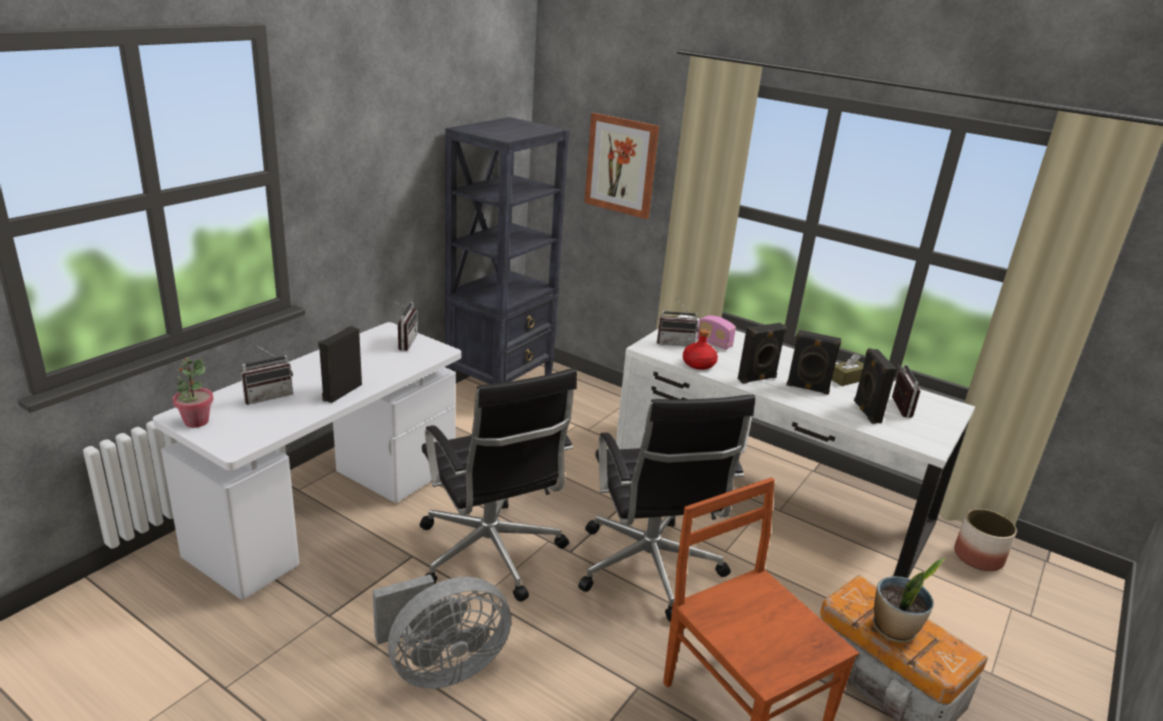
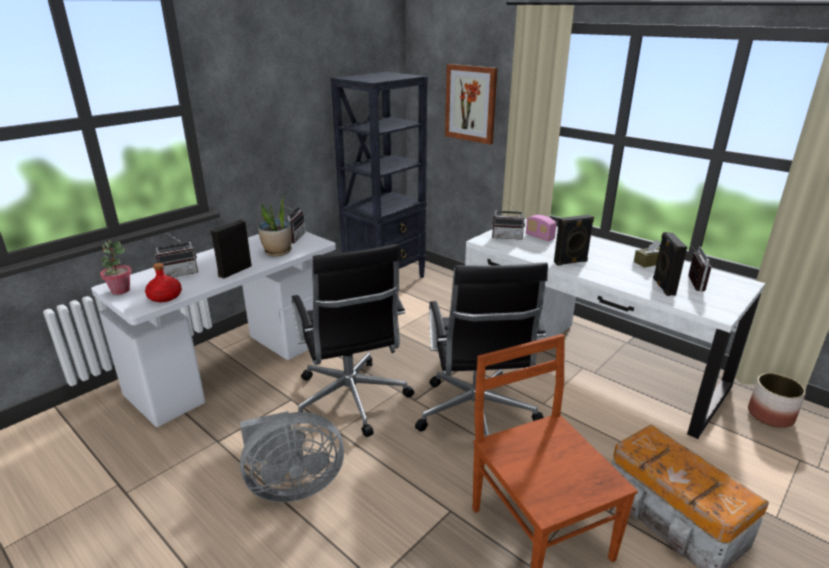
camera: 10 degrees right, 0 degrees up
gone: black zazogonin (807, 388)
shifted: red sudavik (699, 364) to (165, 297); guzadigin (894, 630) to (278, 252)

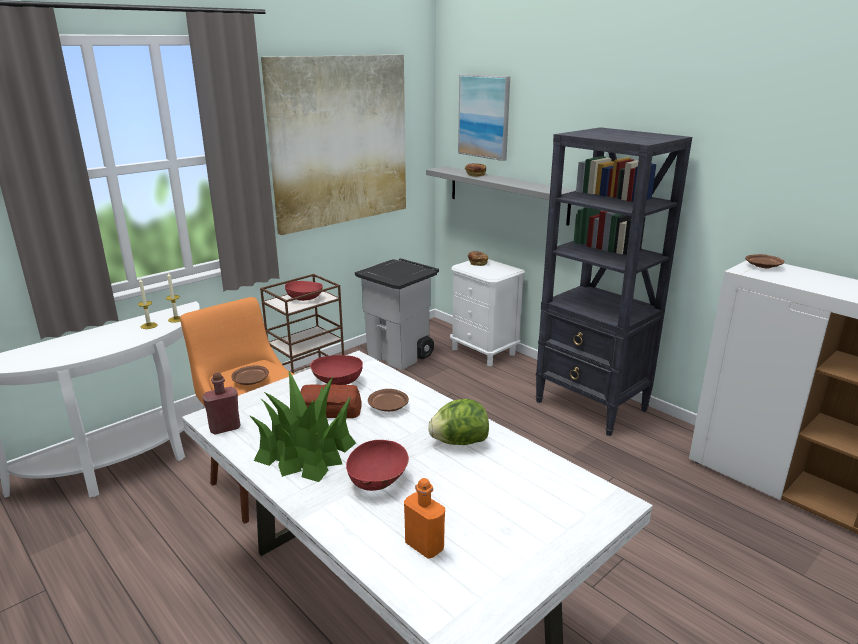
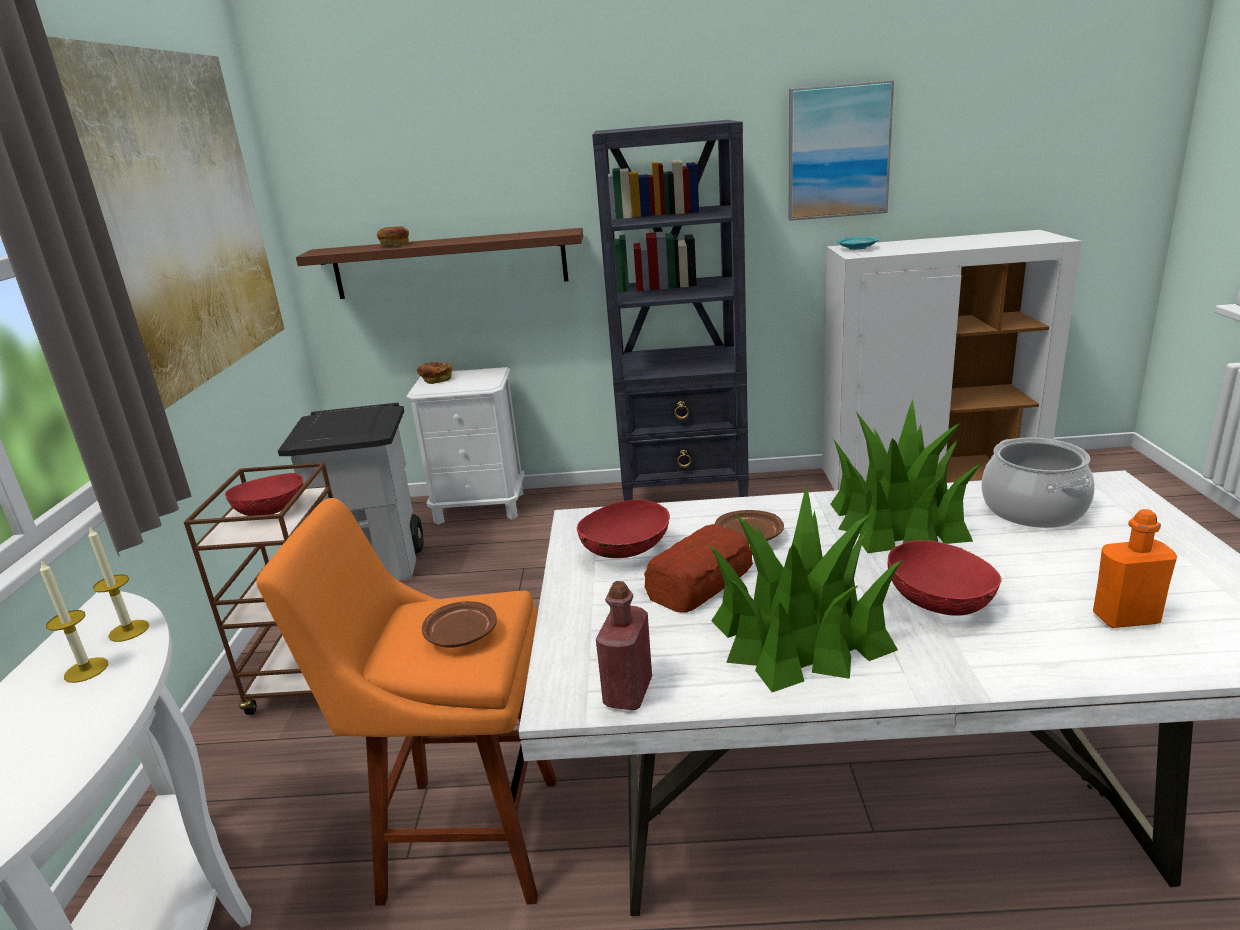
camera: 45 degrees left, 0 degrees up
new: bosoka (1034, 509)
shifted: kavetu (484, 116) to (838, 152)
swapped: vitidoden (459, 442) to guzadigin (898, 521)
repainted: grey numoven (507, 194) to brown numoven (450, 264); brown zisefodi (763, 266) to turquoise zisefodi (857, 248)

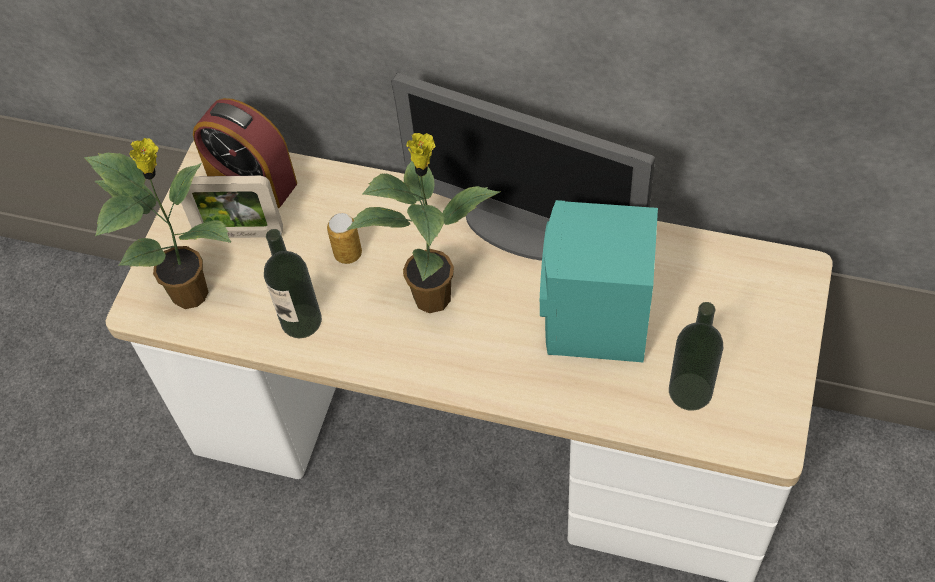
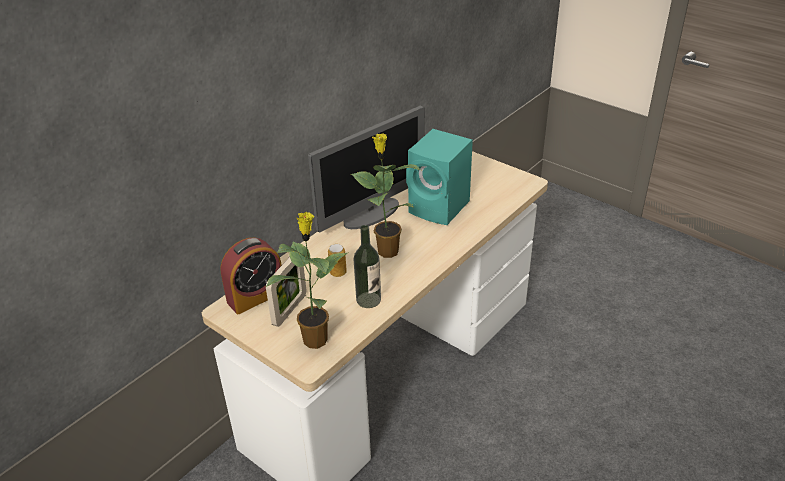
camera: 70 degrees left, 20 degrees down
gone: sudavik (690, 391)

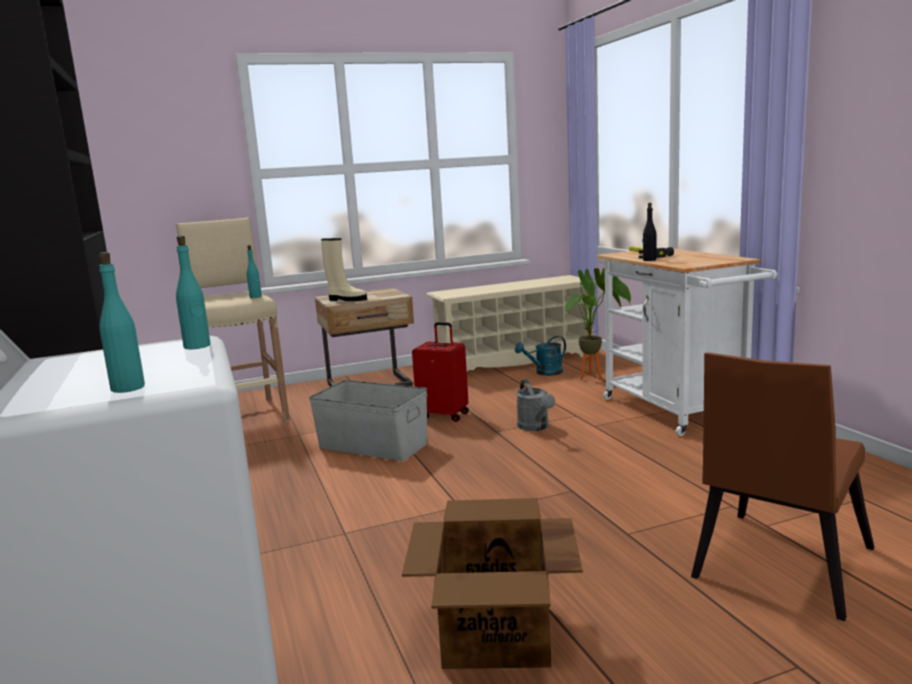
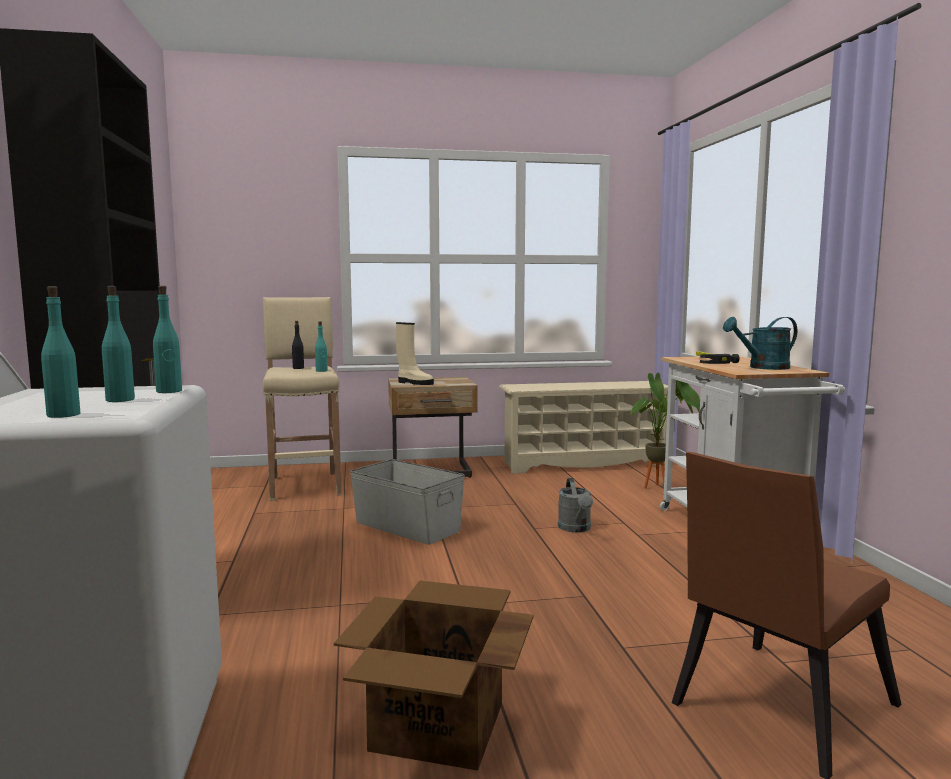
camera: 10 degrees right, 5 degrees down
gone: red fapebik (444, 415)
new: turquoise sudavik (120, 400)
shifted: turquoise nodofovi (544, 373) to (763, 367); black sudavik (649, 260) to (298, 368)

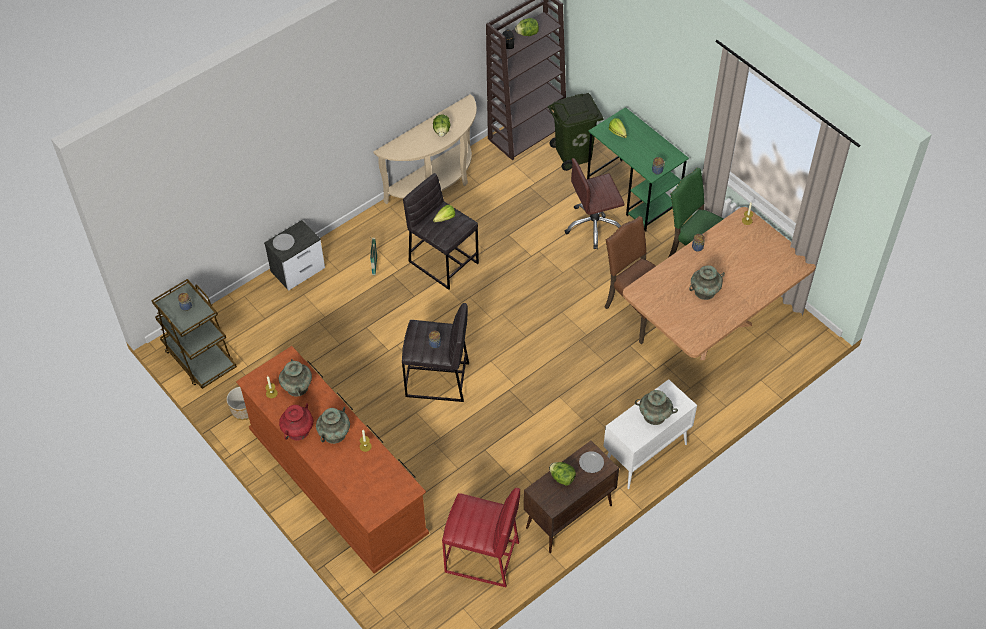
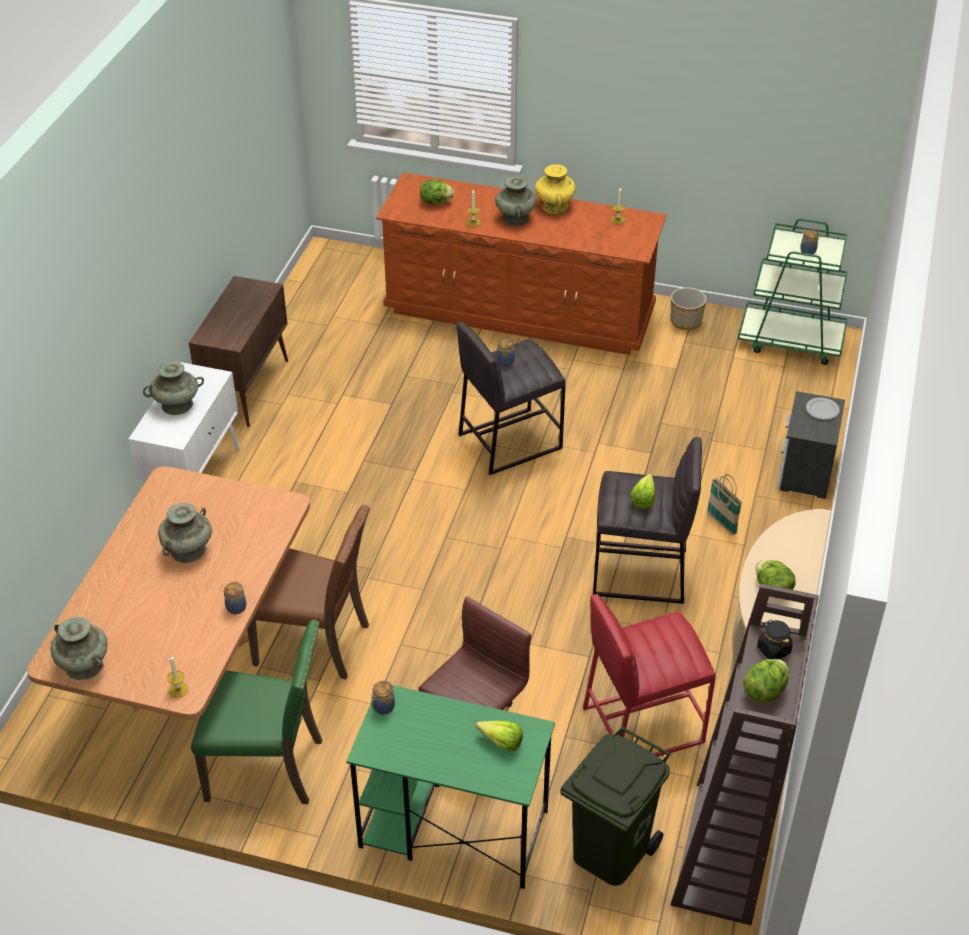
camera: 145 degrees right, 10 degrees down
gone: zisefodi (591, 463)
shifted: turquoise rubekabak (297, 387) to (83, 665); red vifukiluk (482, 558) to (641, 724); vitidoden (562, 478) to (435, 202)
repainted: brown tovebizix (199, 358) to green tovebizix (791, 340); red rubekabak (298, 430) to yellow rubekabak (554, 206)

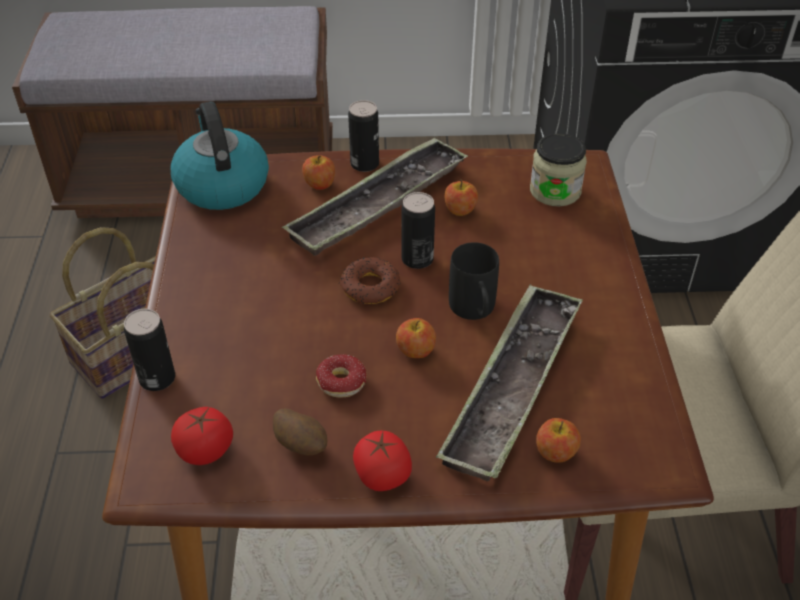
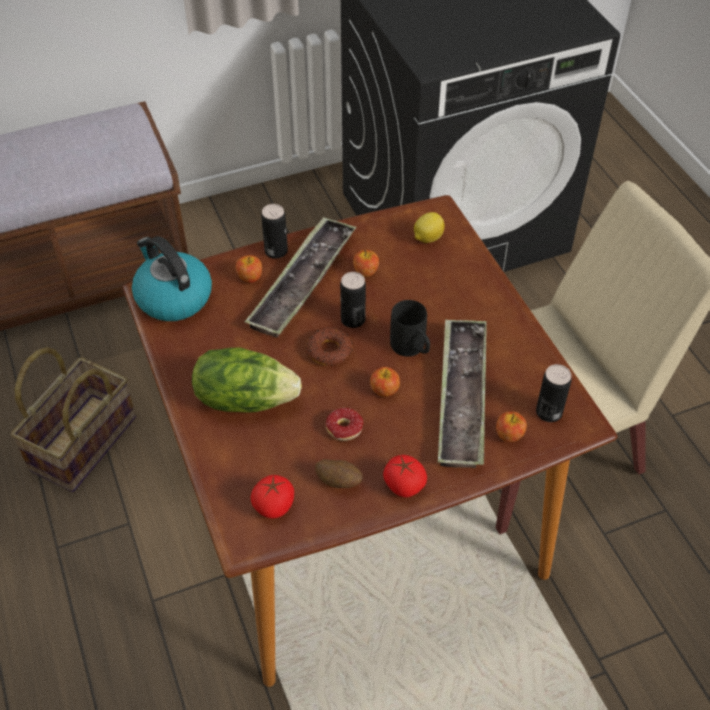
camera: 20 degrees left, 5 degrees up
new: vitidoden (245, 398)
shifted: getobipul (157, 378) to (549, 412)
swapped: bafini (555, 191) to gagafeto (427, 238)

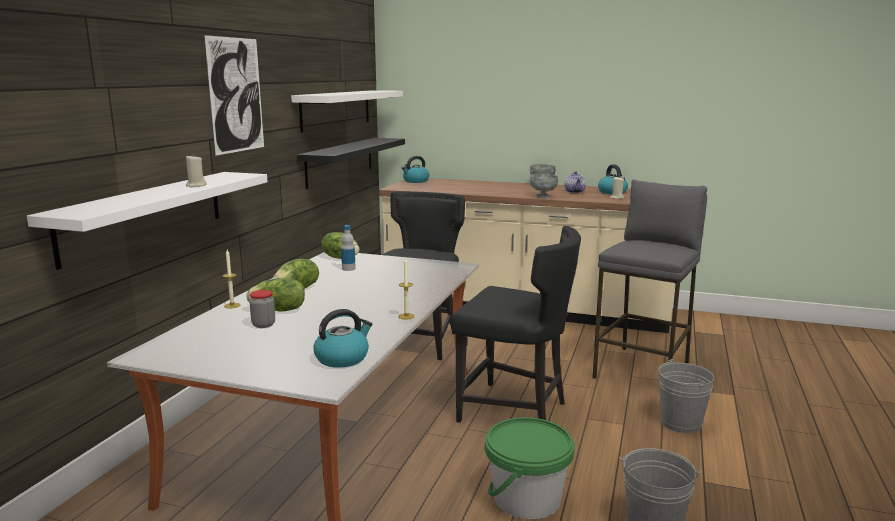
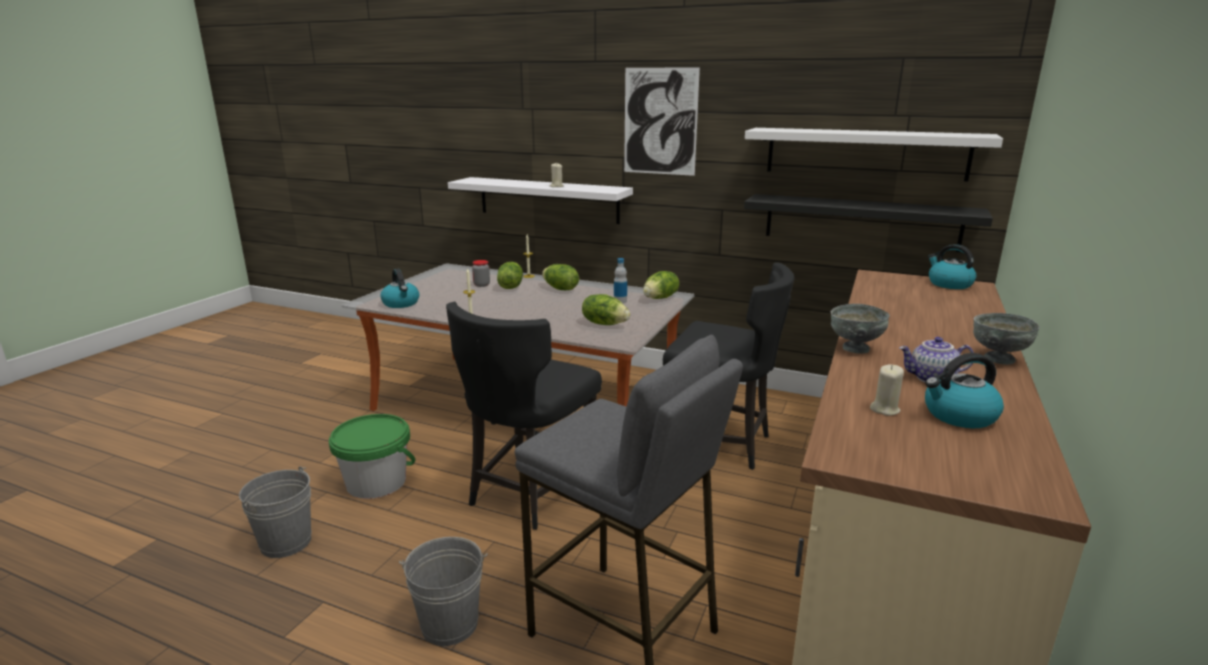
camera: 95 degrees right, 5 degrees up
new: vitidoden (605, 323)

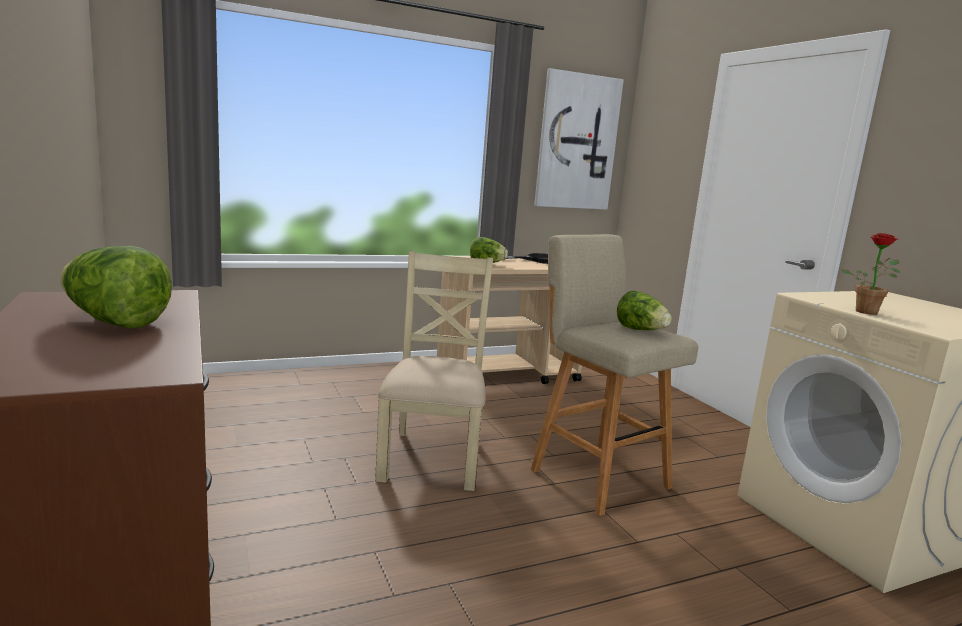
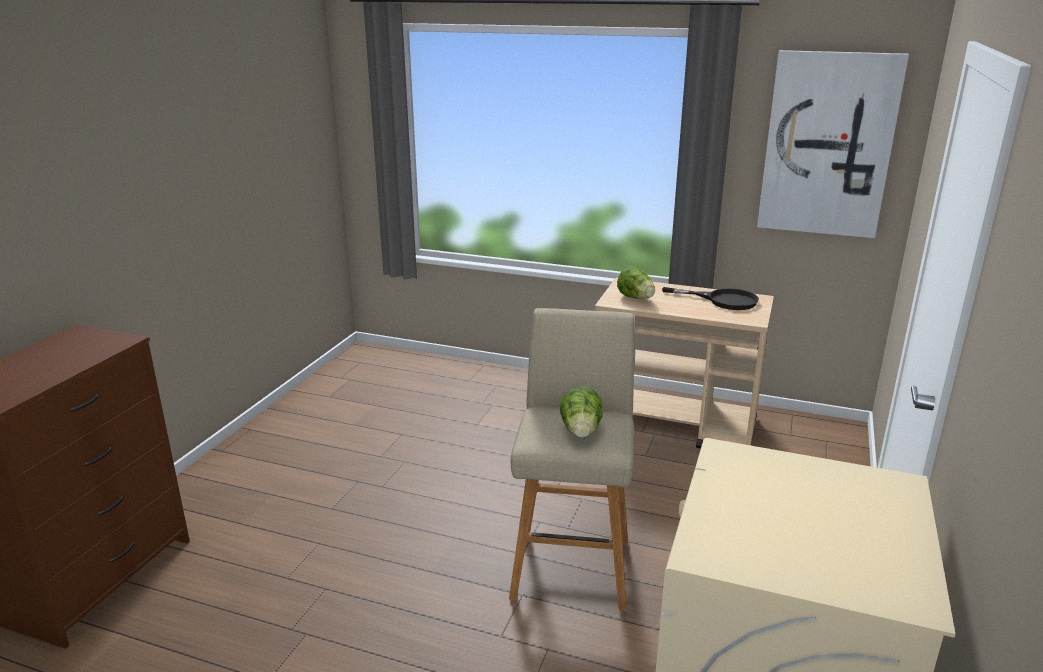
camera: 45 degrees right, 10 degrees up
gone: vitidoden (115, 322); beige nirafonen (432, 458); guzadigin (867, 311)

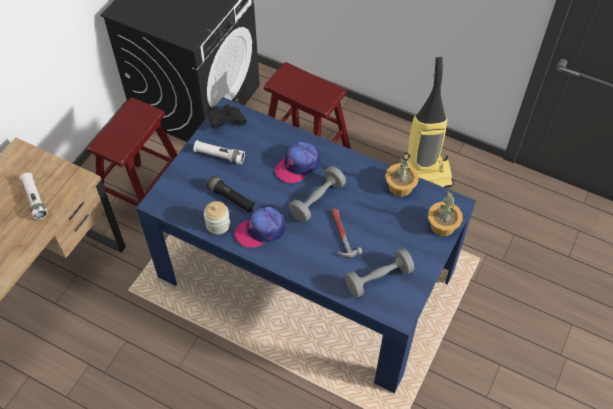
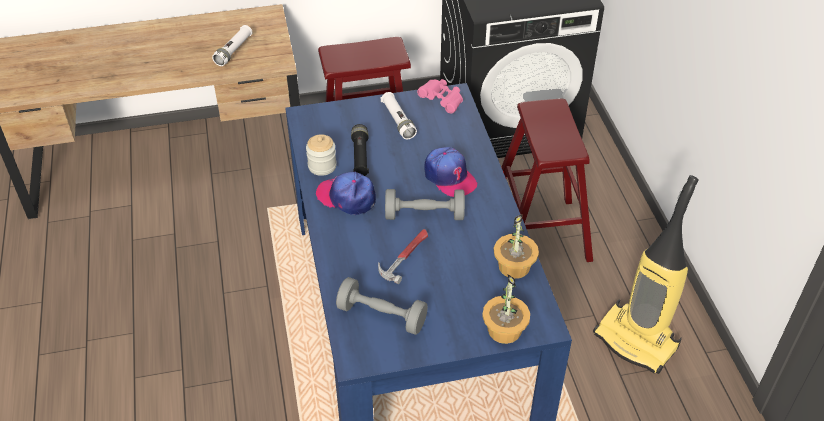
camera: 50 degrees right, 10 degrees down
repainted: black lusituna (226, 120) to pink lusituna (442, 101)
rotated: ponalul (298, 165) = (449, 177) 135 degrees counterclockwise

